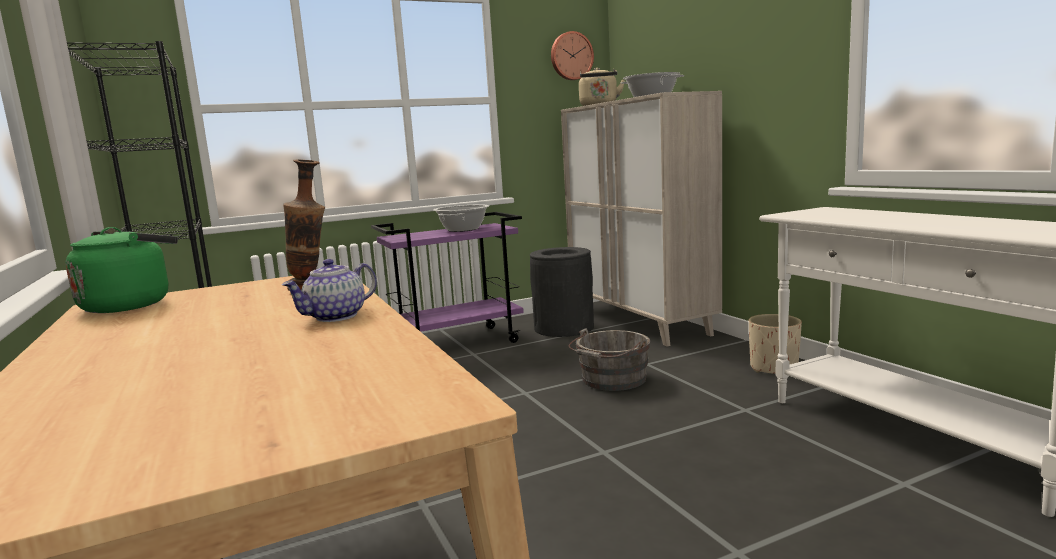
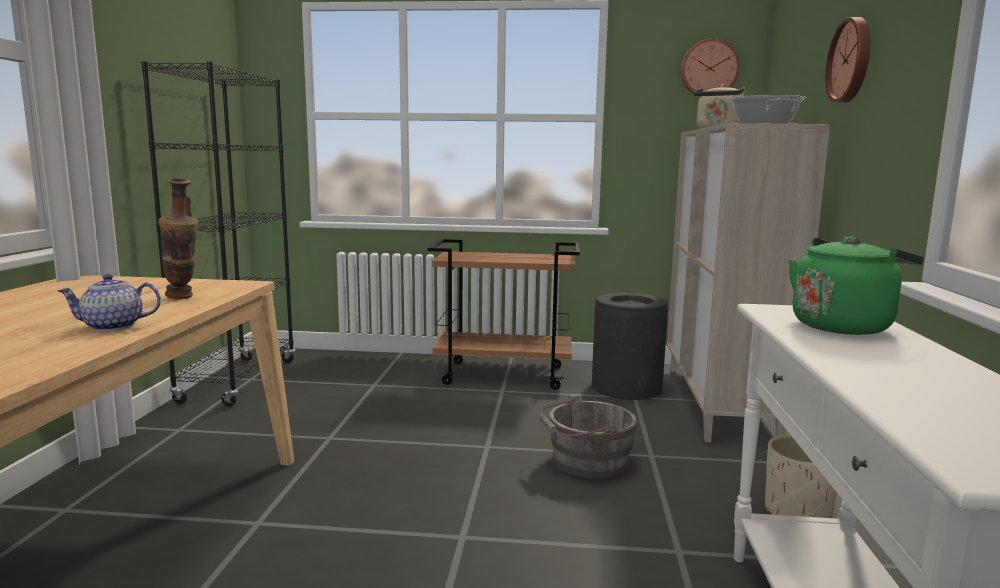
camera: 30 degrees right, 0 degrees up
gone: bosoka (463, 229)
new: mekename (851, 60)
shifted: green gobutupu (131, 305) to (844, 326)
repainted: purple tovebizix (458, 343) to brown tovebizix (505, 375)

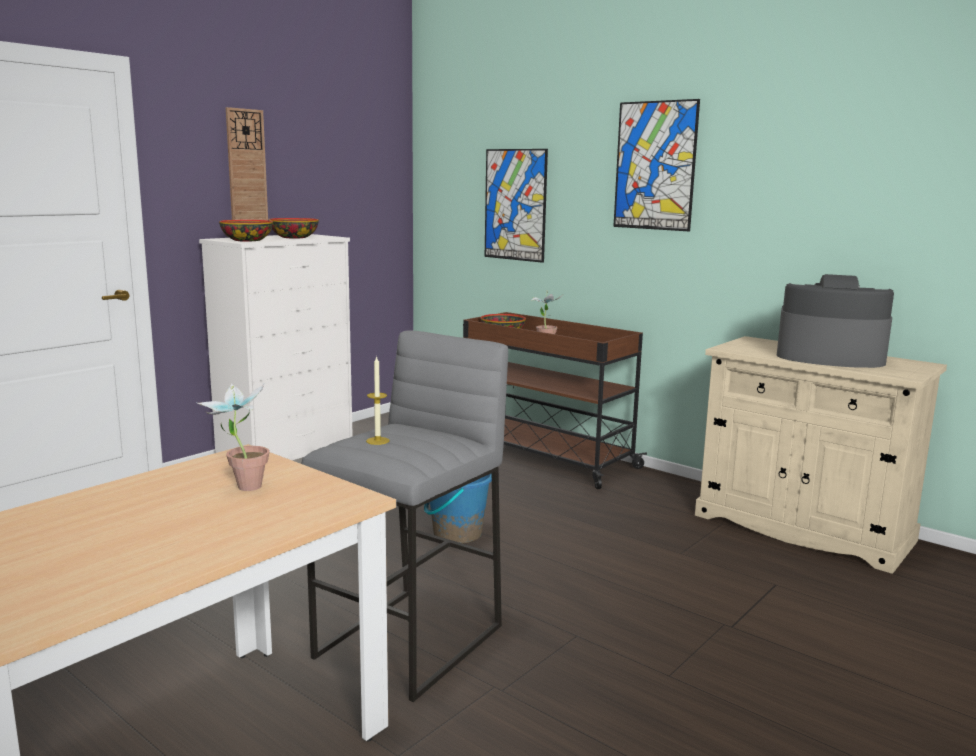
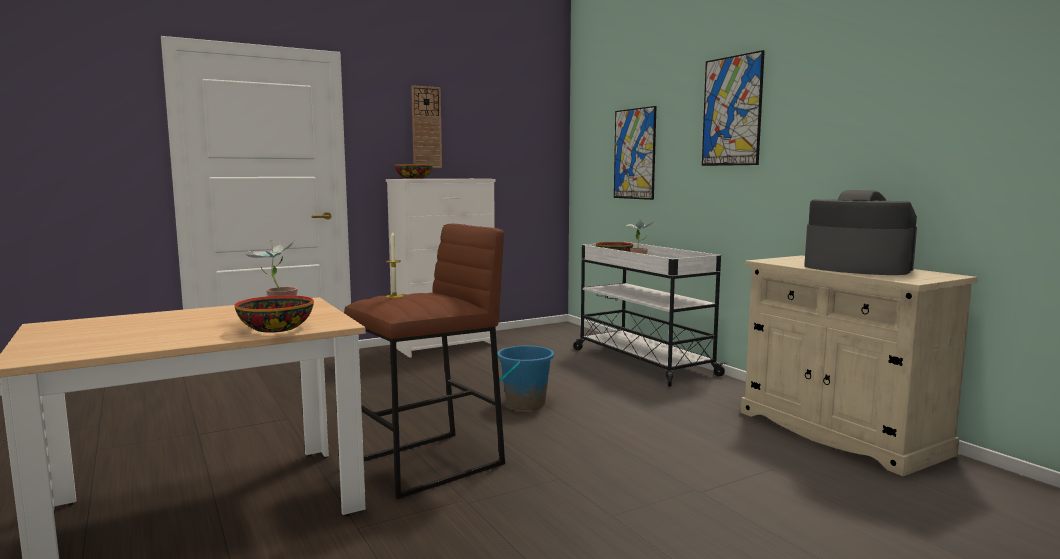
camera: 20 degrees right, 5 degrees down
shifted: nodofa (294, 237) to (275, 329)
repainted: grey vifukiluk (411, 642) to brown vifukiluk (429, 464); brown tovebizix (543, 457) to white tovebizix (642, 361)

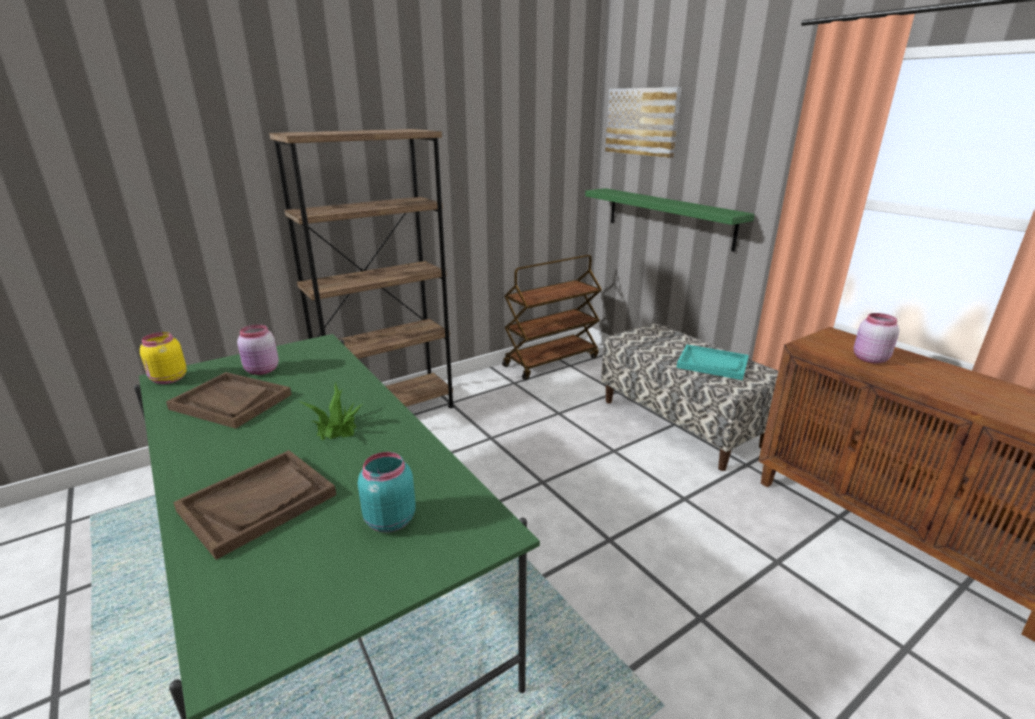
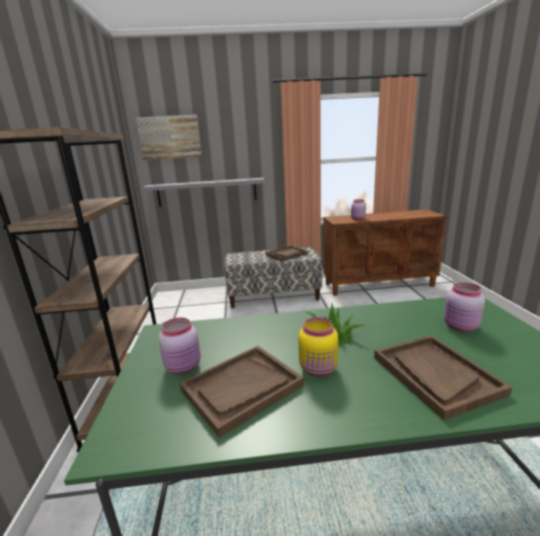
camera: 60 degrees left, 5 degrees down
gone: brown tovebizix (551, 361)
shifted: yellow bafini (168, 379) to (319, 369)
repainted: turquoise bafini (388, 520) to pink bafini (461, 327); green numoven (668, 217) to grey numoven (207, 192); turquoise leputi (712, 364) to brown leputi (286, 254)

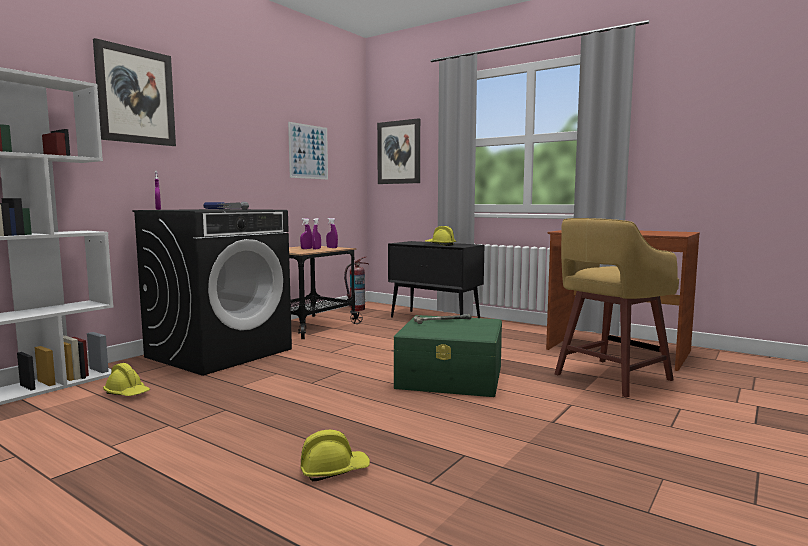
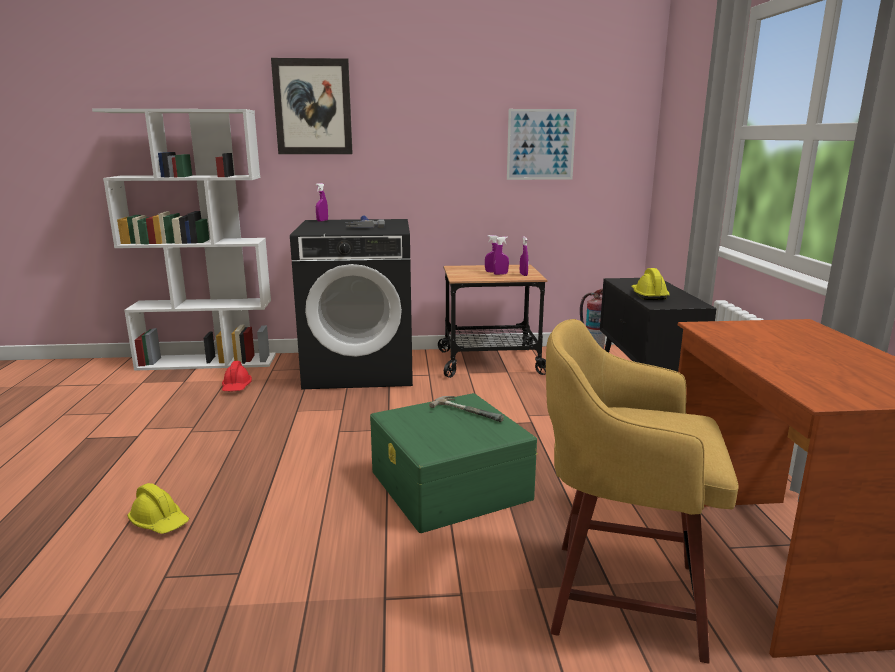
camera: 50 degrees right, 10 degrees up
gone: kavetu (399, 152)
repainted: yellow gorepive (127, 393) to red gorepive (236, 387)

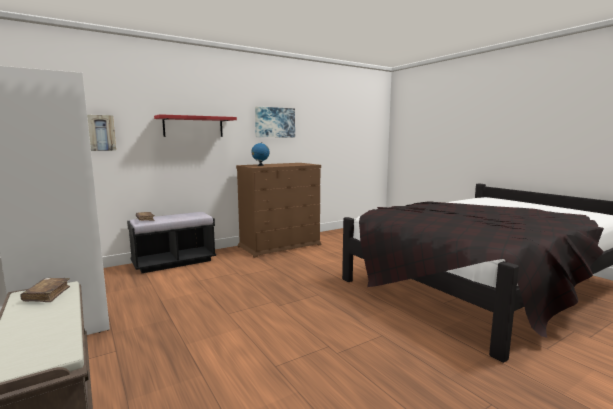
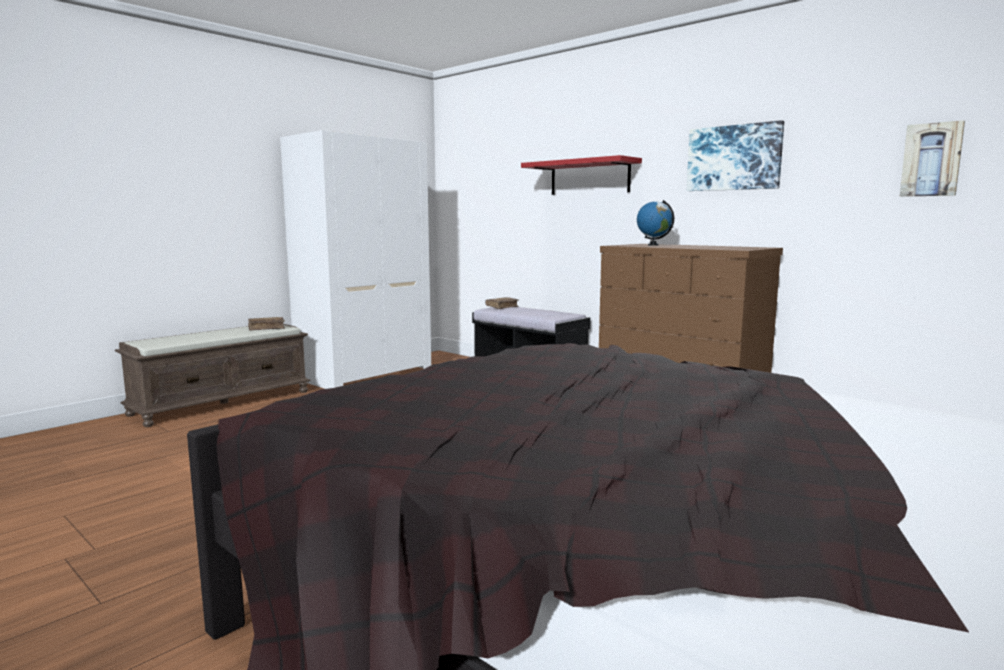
camera: 75 degrees right, 0 degrees up
shifted: kavetu (101, 133) to (931, 160)

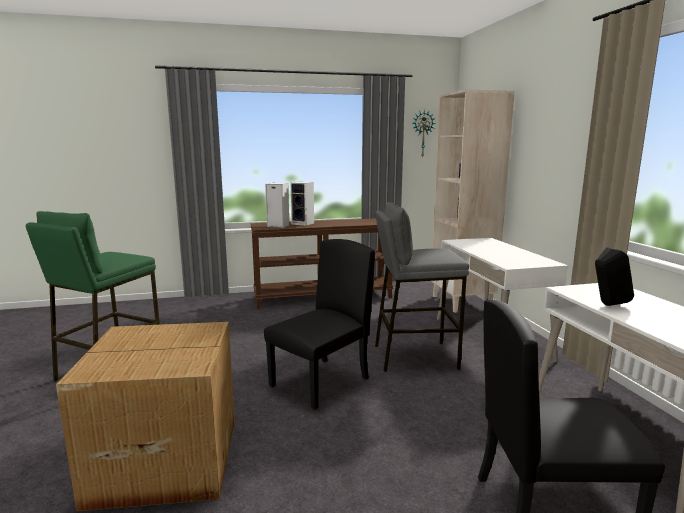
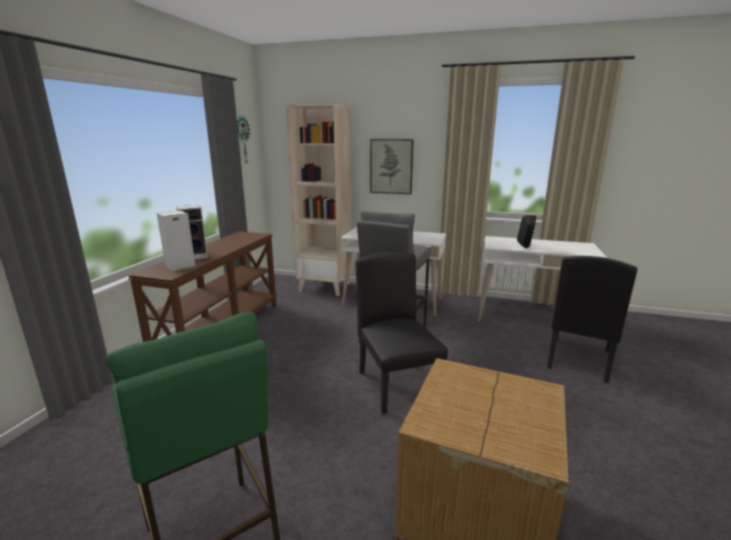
camera: 60 degrees left, 5 degrees up
new: kavetu (391, 166)

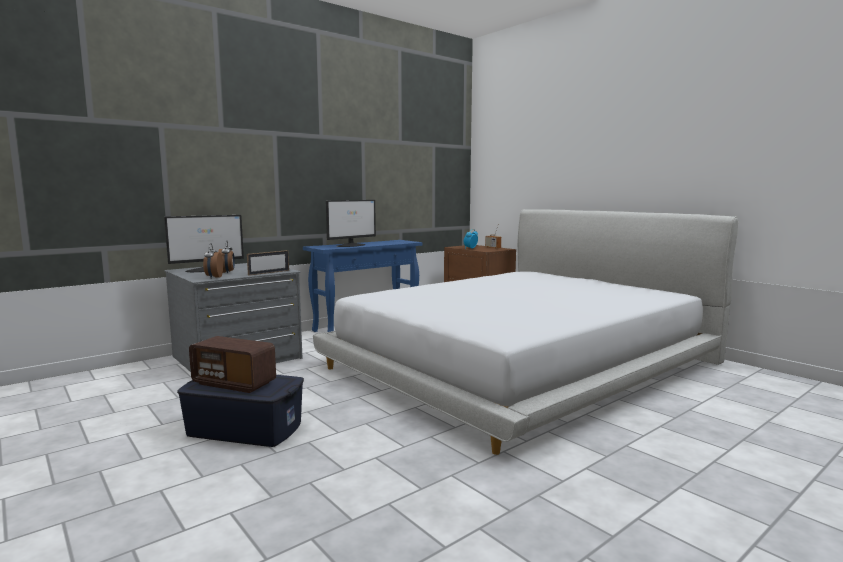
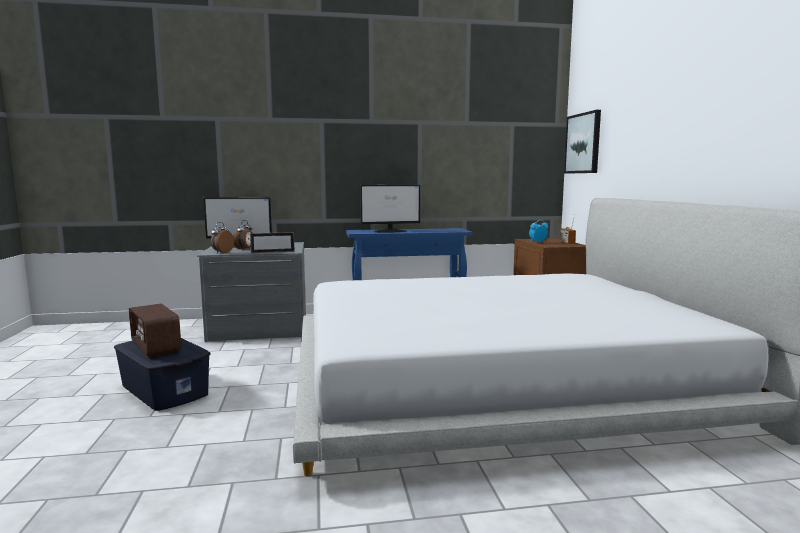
camera: 30 degrees right, 0 degrees up
new: kavetu (583, 143)

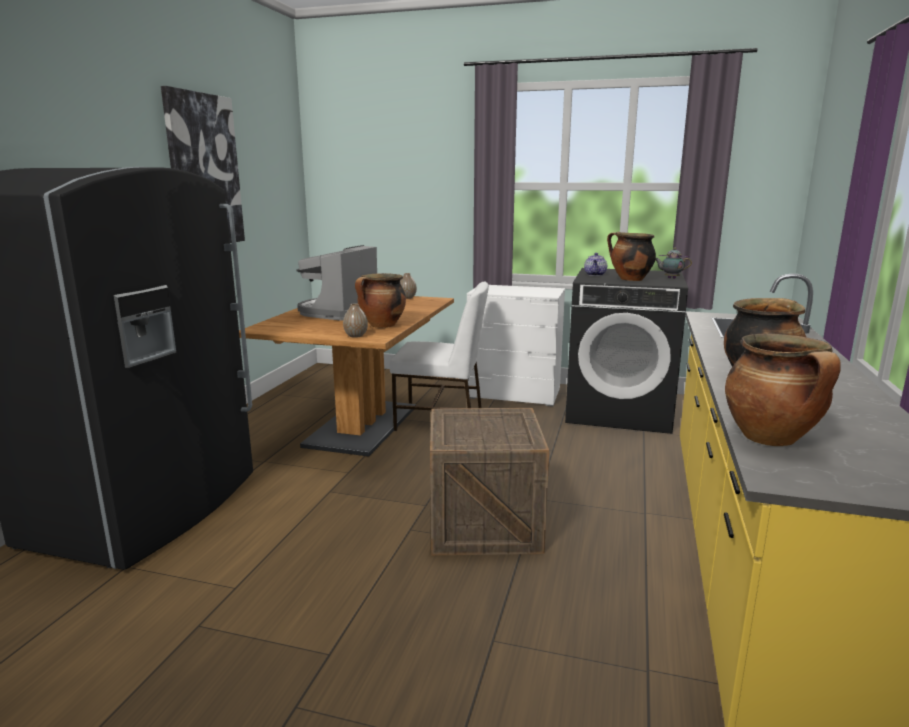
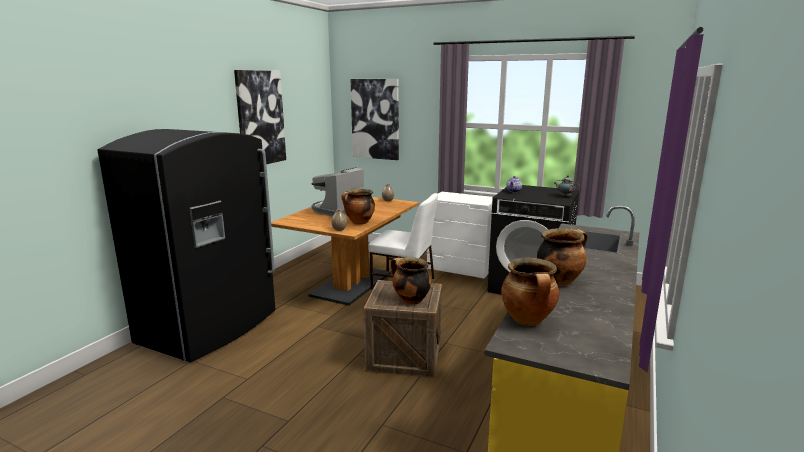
camera: 10 degrees right, 0 degrees up
new: kavetu (375, 119)
shifted: bosoka (629, 279) to (410, 300)

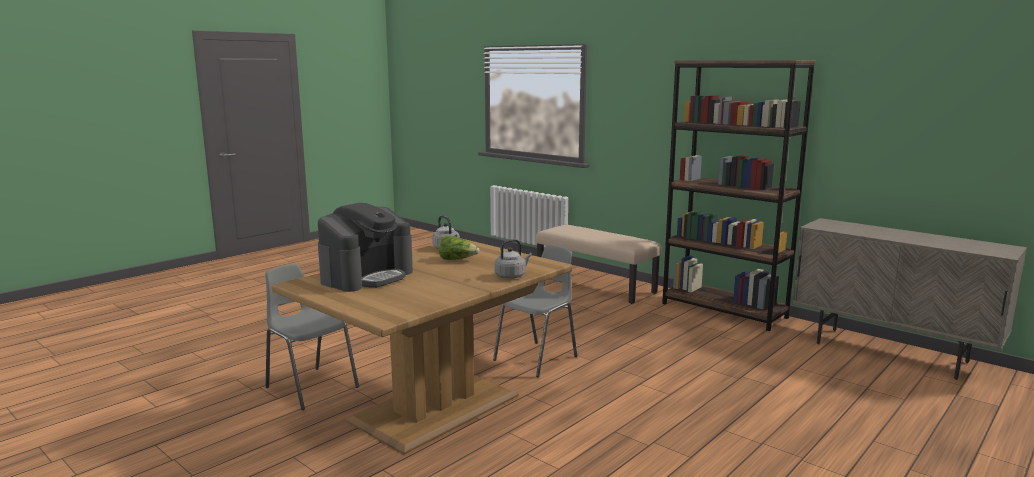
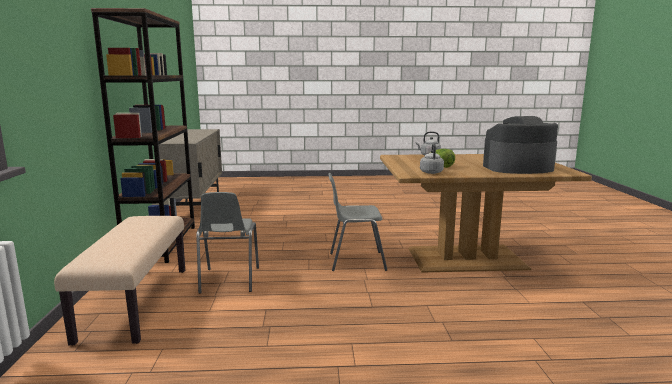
camera: 135 degrees left, 0 degrees up
shifted: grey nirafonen (310, 387) to (228, 281)

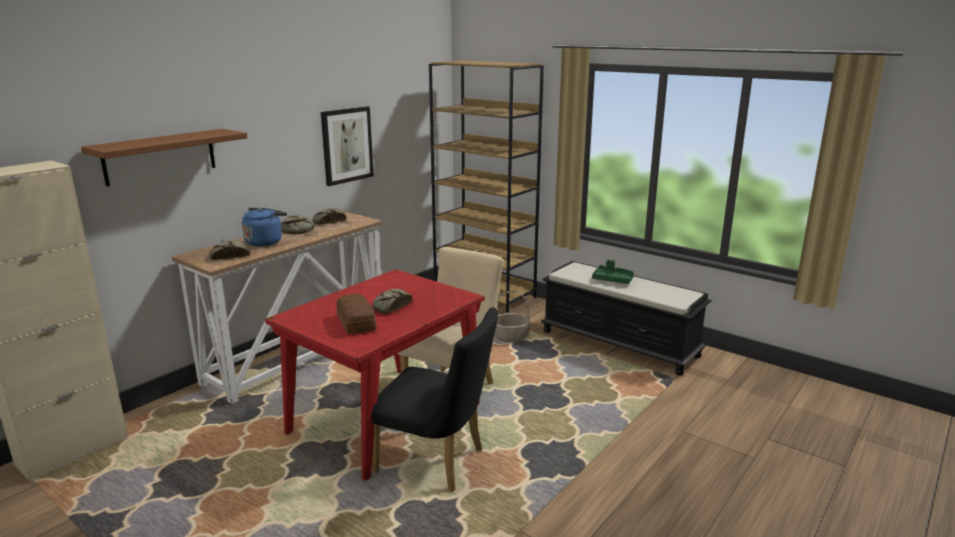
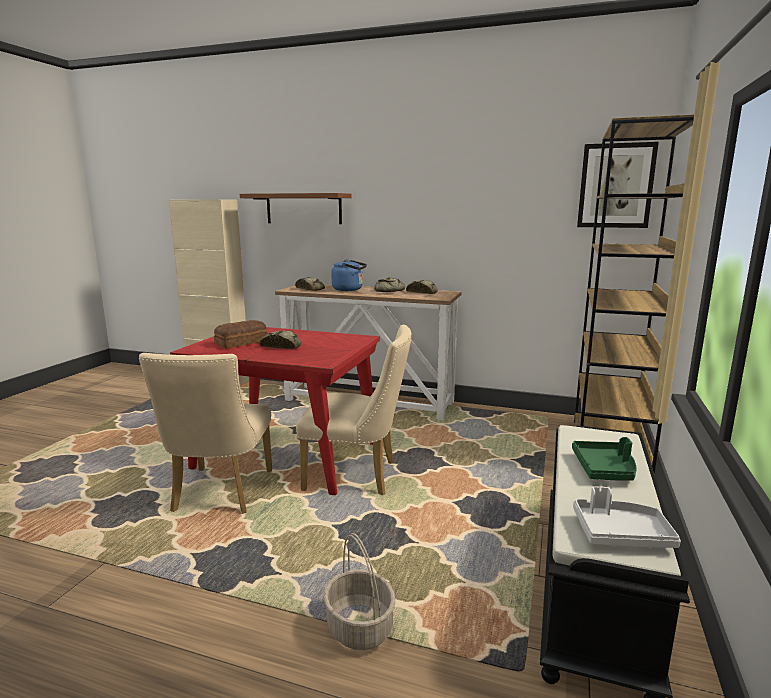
camera: 70 degrees right, 5 degrees down
new: grey leputi (621, 534)
shifted: kavetu (346, 145) to (615, 186); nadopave (510, 337) to (360, 628)
repainted: black nirafonen (437, 462) to beige nirafonen (220, 495)

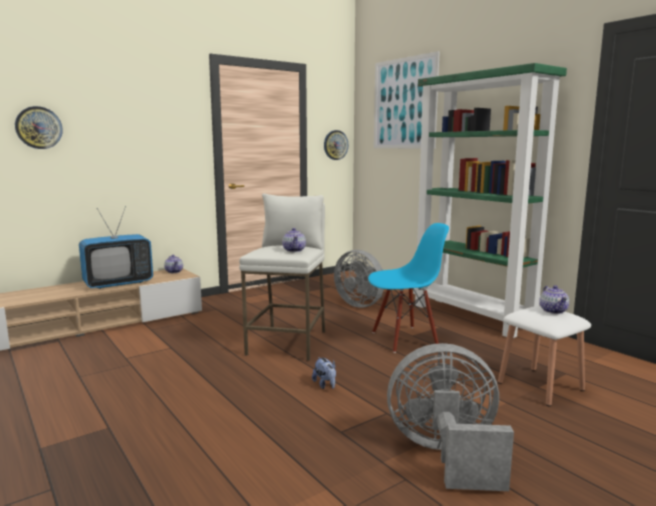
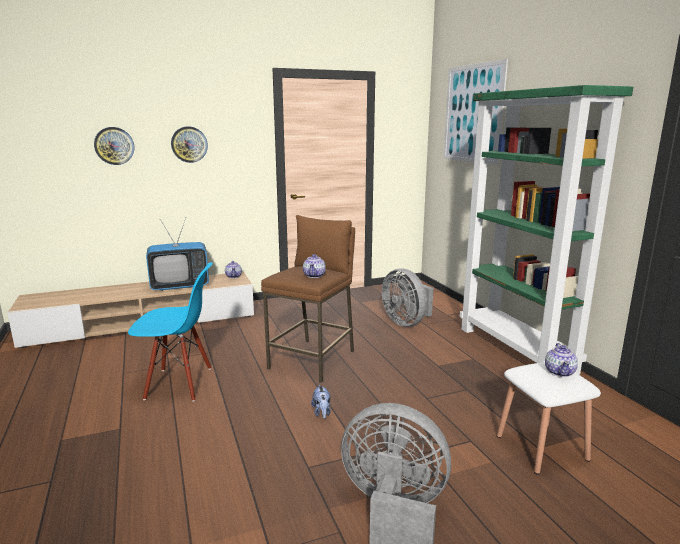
camera: 15 degrees right, 5 degrees up
shifted: mekename (335, 145) to (189, 144); blue nirafonen (404, 339) to (179, 383)
repainted: white vifukiluk (288, 342) to brown vifukiluk (313, 359)

